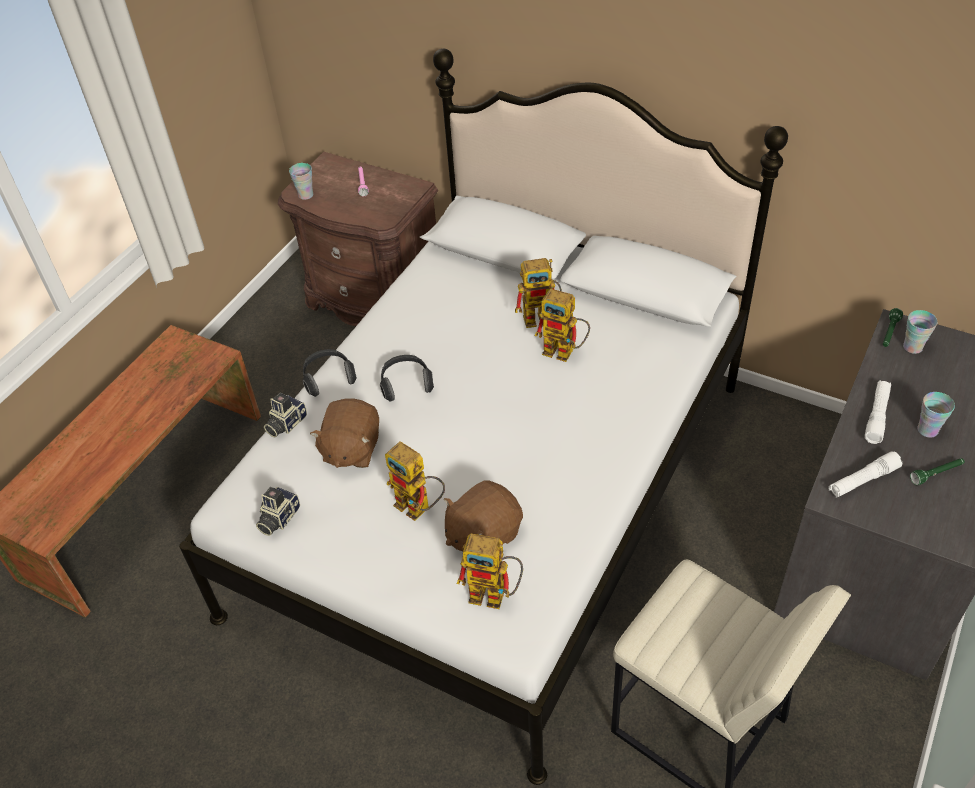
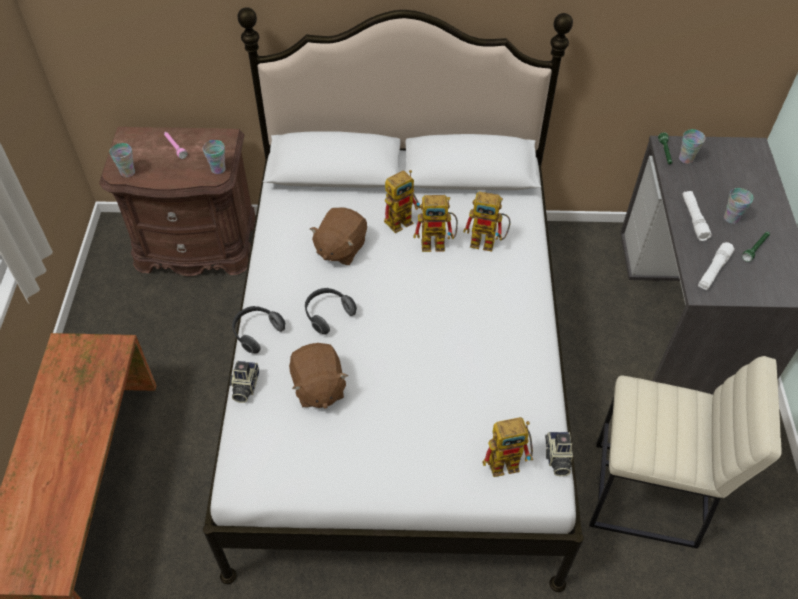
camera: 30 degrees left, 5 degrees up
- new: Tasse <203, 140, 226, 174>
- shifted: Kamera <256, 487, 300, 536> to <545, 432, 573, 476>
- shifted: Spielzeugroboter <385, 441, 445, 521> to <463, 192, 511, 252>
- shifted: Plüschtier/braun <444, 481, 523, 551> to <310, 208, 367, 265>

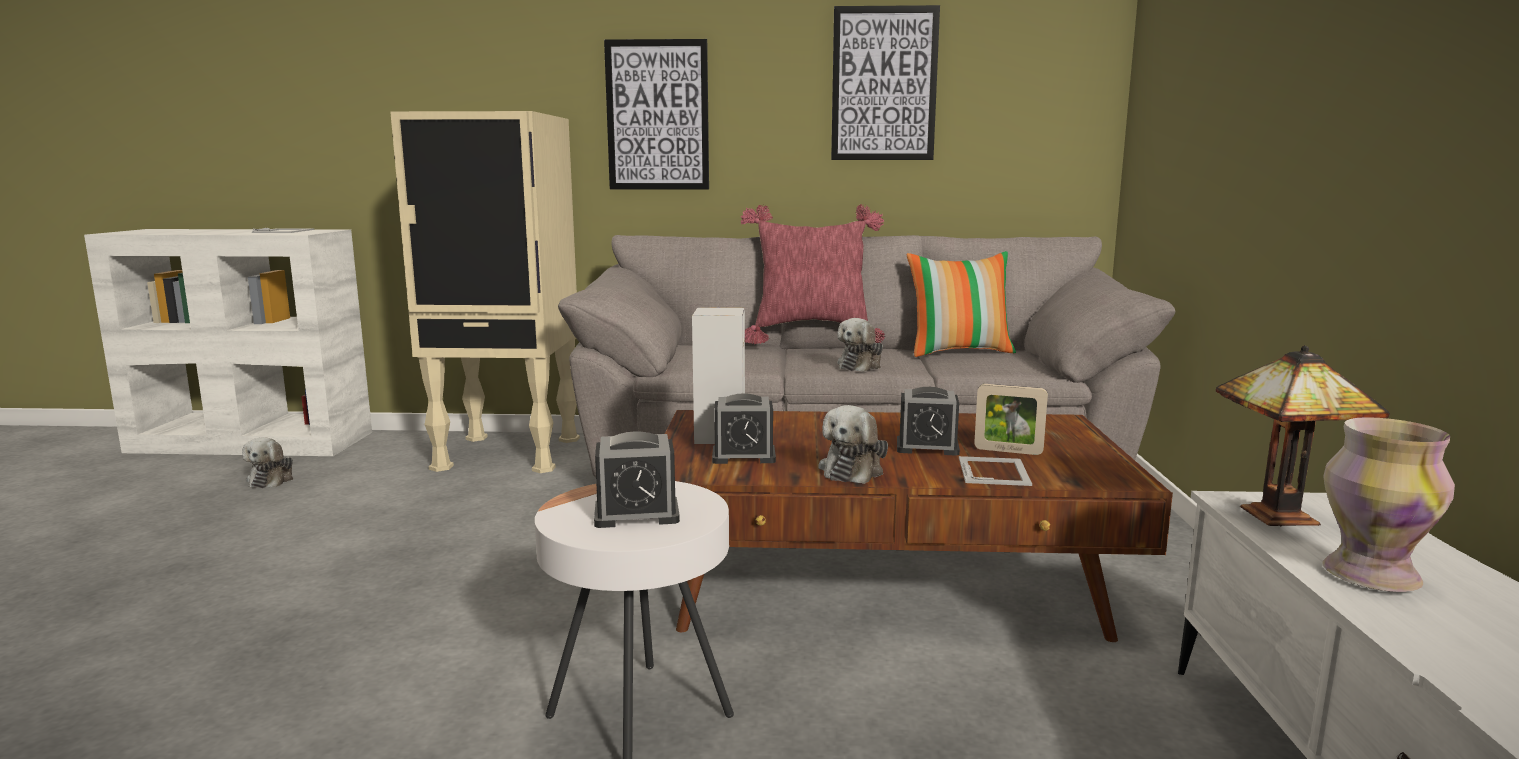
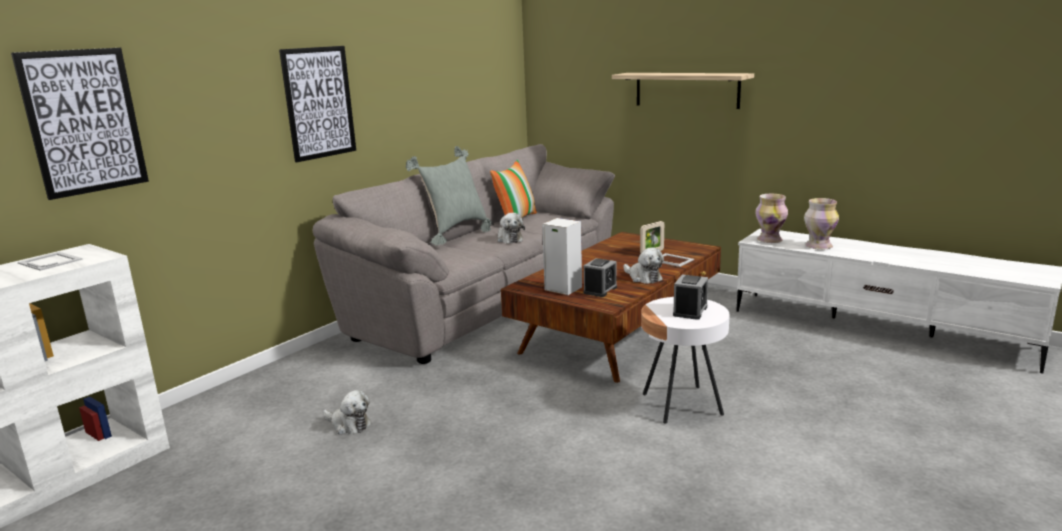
camera: 55 degrees left, 5 degrees up
- gone: Schrank/beige <390, 111, 580, 473>
- gone: Wecker <897, 387, 960, 456>
- new: Wandregal <612, 73, 754, 109>
- shifted: Plüschtier <242, 437, 293, 488> to <323, 390, 372, 434>
- shifted: Bild <831, 5, 940, 160> to <11, 48, 149, 200>
- swapped: Tischlampe <1216, 345, 1390, 527> to Vase <755, 194, 788, 243>
- repainted: Kissen/rot <741, 204, 886, 344> to Kissen/grau <406, 146, 492, 246>

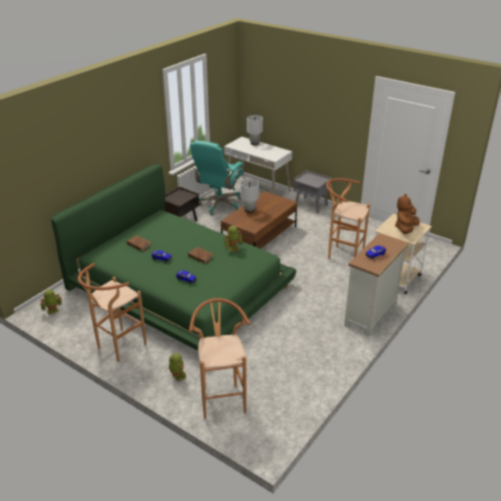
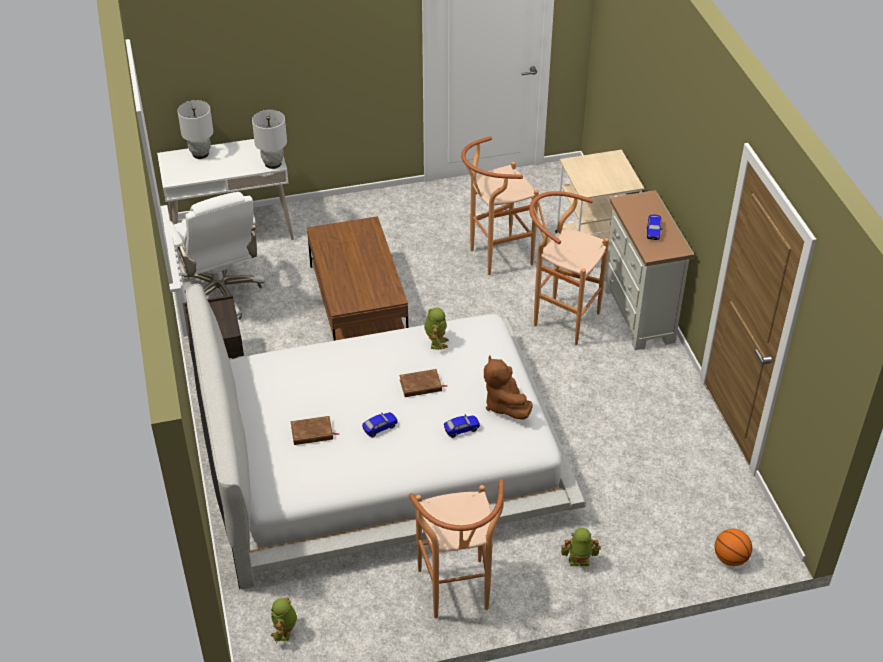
camera: 50 degrees left, 10 degrees up
- gone: Nachttisch/grau <293, 170, 332, 213>
- new: Basketball <715, 529, 752, 566>
- shifted: Hocker/braun <189, 298, 251, 419> to <529, 191, 609, 345>
- shifted: Tischlampe/weiß <240, 179, 259, 213> to <252, 110, 287, 169>
- shifted: Plüschtier/braun <395, 194, 420, 234> to <484, 355, 533, 420>
- repainted: Bett/grün <51, 164, 296, 350> to Bett/weiß <186, 284, 586, 589>
- repainted: Bürostuhl/türkis <190, 140, 243, 216> to Bürostuhl/weiß <166, 192, 266, 320>

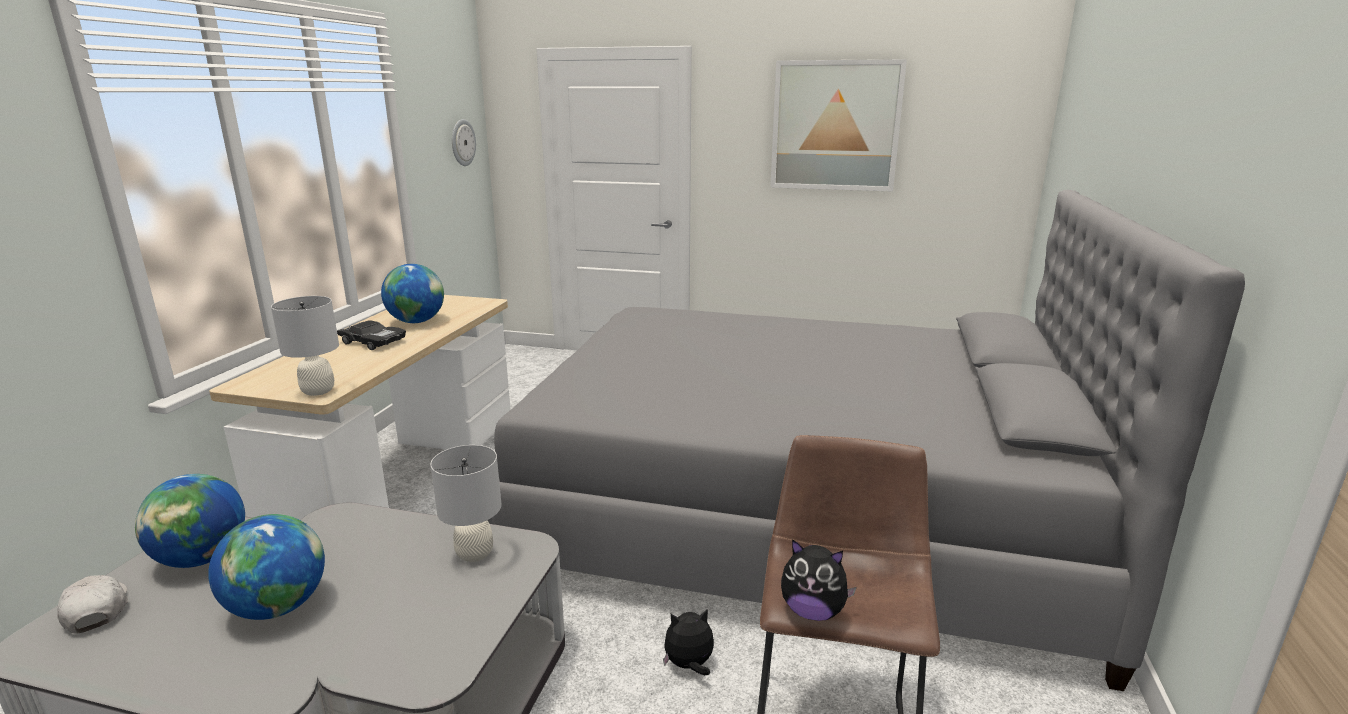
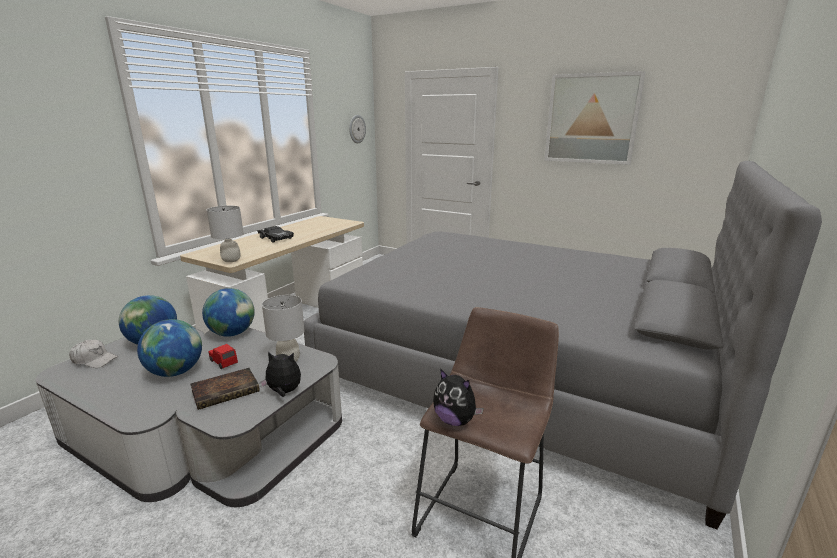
camera: 15 degrees right, 0 degrees up
- new: Buch <191, 368, 260, 410>
- new: Spielzeugauto/rot <209, 344, 238, 369>
- shifted: Globus <381, 264, 444, 323> to <202, 288, 255, 337>
- shifted: Plüschtier <663, 608, 714, 675> to <260, 352, 301, 397>
- rotated: Kappe/weiß <57, 575, 128, 634> = <69, 340, 118, 368> 120 degrees clockwise

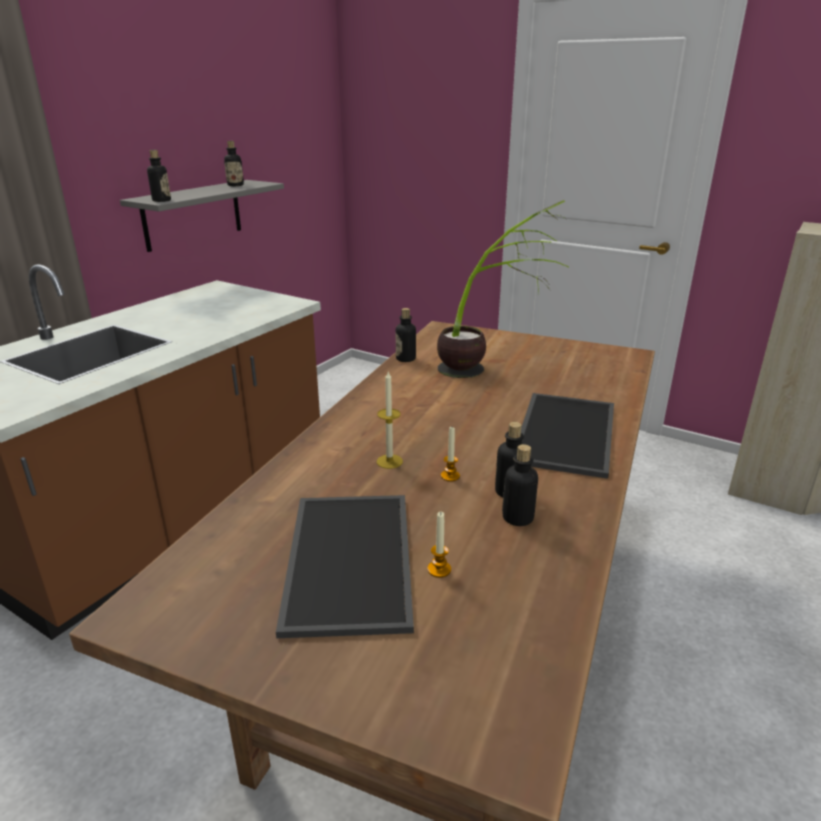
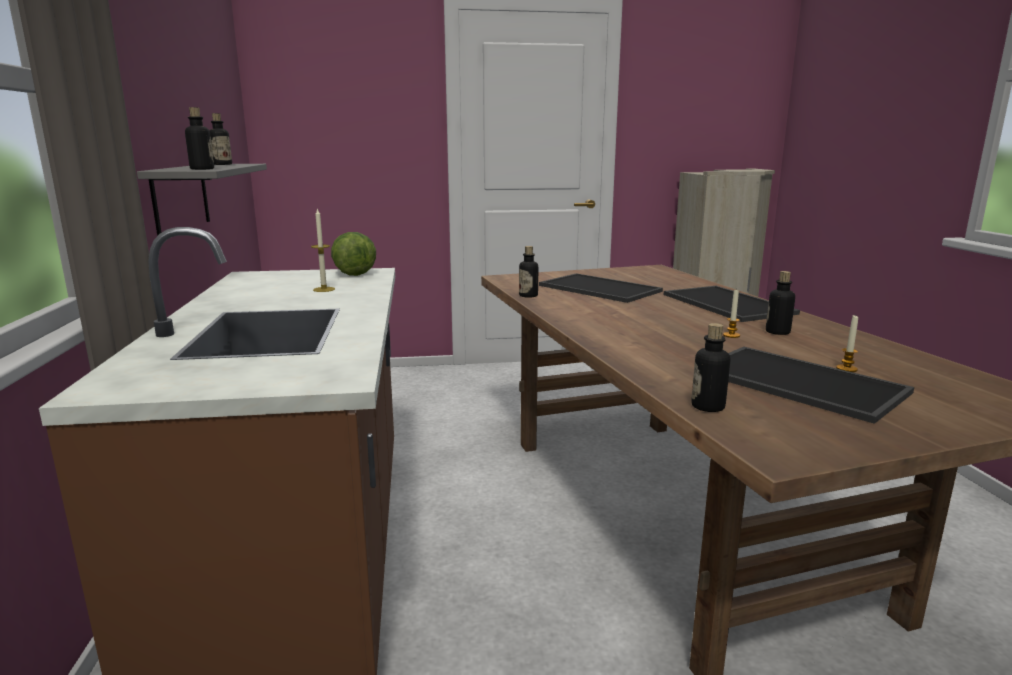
camera: 40 degrees left, 10 degrees down
- new: Salatkopf <331, 232, 376, 276>
- shifted: Kerze <377, 372, 403, 469> to <311, 208, 335, 292>
- shifted: Flasche <502, 444, 538, 526> to <691, 323, 730, 412>
- swapped: Topfpflanze <437, 200, 569, 378> to Tablett <539, 273, 663, 303>

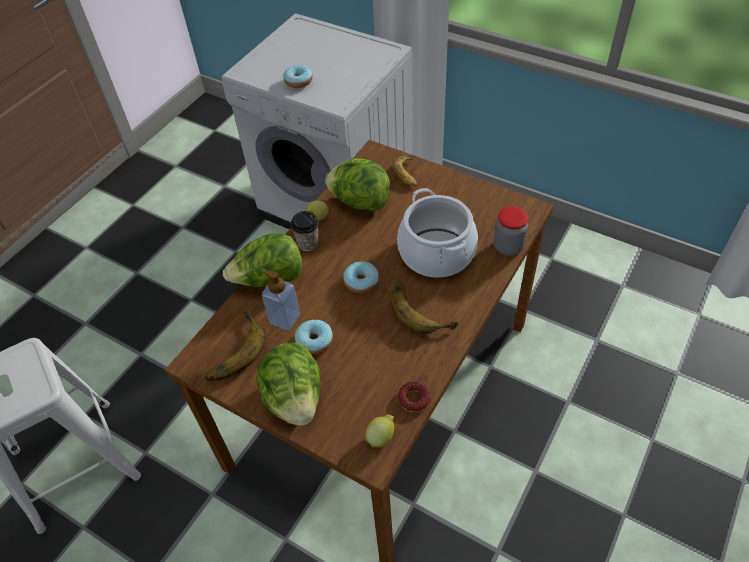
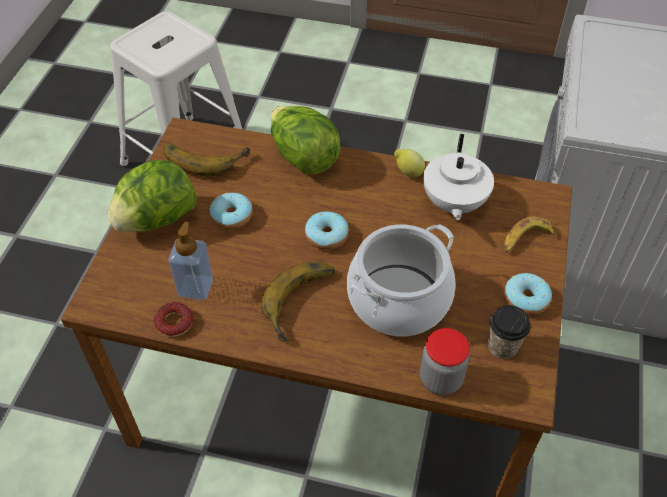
camera: 70 degrees right, 0 degrees up
- gone: Zitrone <365, 414, 394, 448>
- shifted: Seifenspender <262, 270, 300, 330> to <168, 222, 213, 300>
- shifted: Donut <283, 65, 313, 88> to <504, 273, 552, 315>
- shifted: Tasse <291, 211, 319, 251> to <488, 305, 531, 359>
- swapped: Salatkopf <325, 158, 390, 211> to Teekanne/weiß <423, 134, 494, 220>

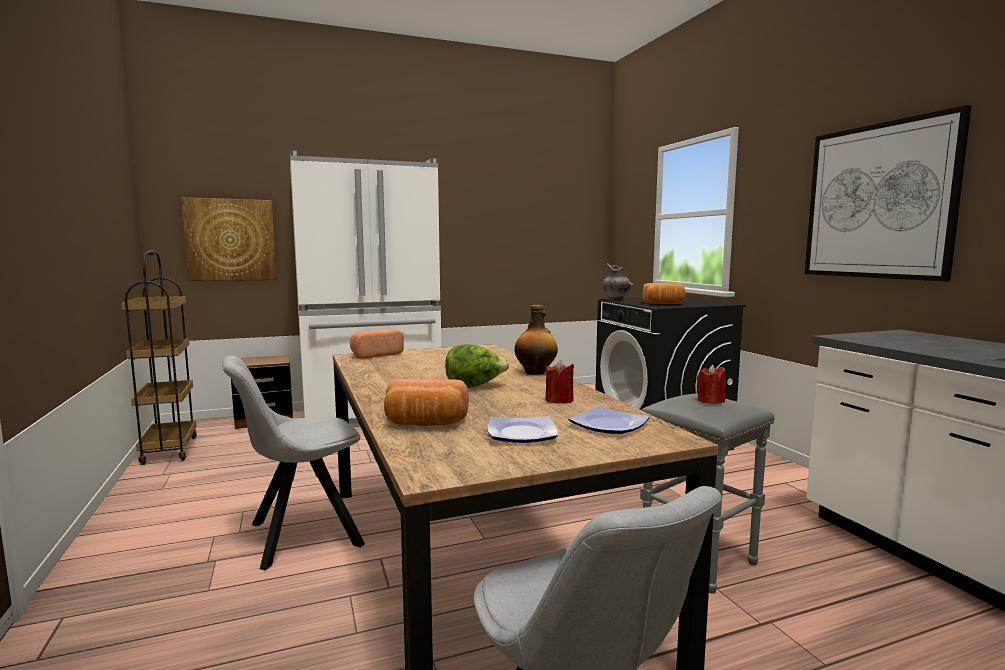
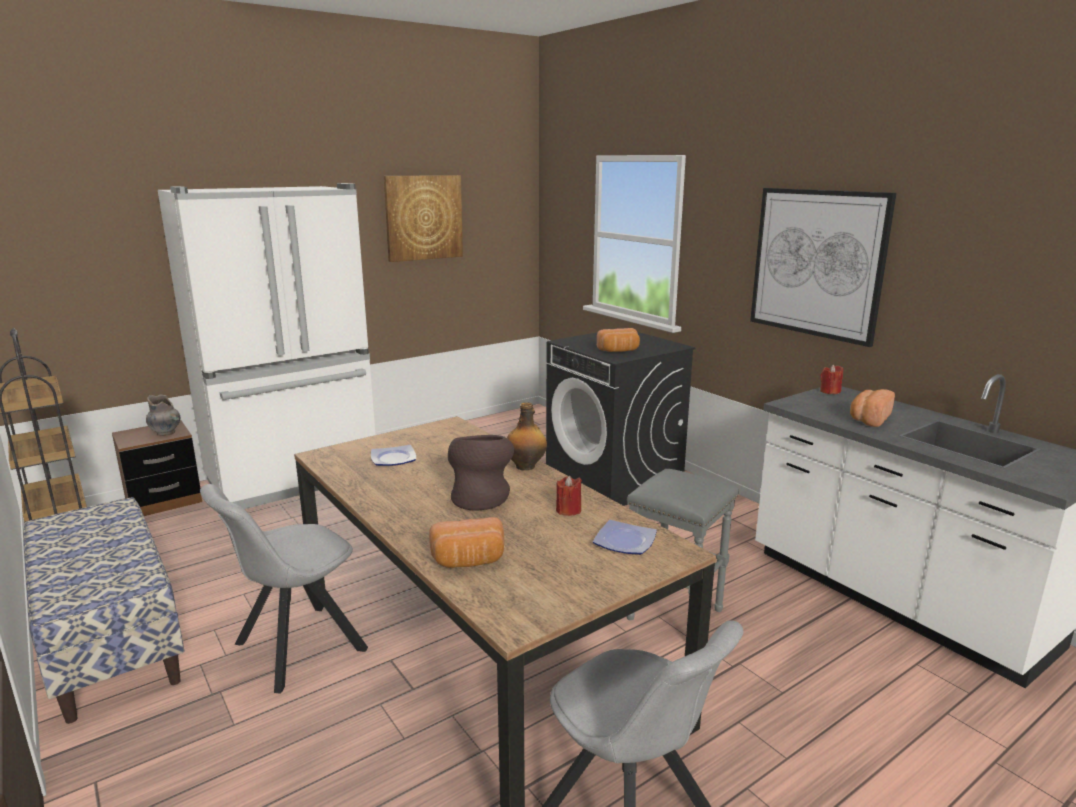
camera: 15 degrees left, 10 degrees up
- new: Bank <23, 497, 184, 724>
- shifted: Bild <181, 197, 276, 281> to <384, 175, 463, 262>
- shifted: Brot <350, 329, 404, 359> to <850, 389, 895, 427>
- shifted: Teller <488, 416, 558, 443> to <371, 445, 416, 466>
- shifted: Vase/grau <602, 263, 633, 300> to <146, 394, 181, 436>
- shifted: Kerze/rot <697, 365, 726, 404> to <820, 365, 843, 394>
- swapped: Salatkopf <445, 344, 509, 388> to Vase/braun <448, 435, 514, 511>

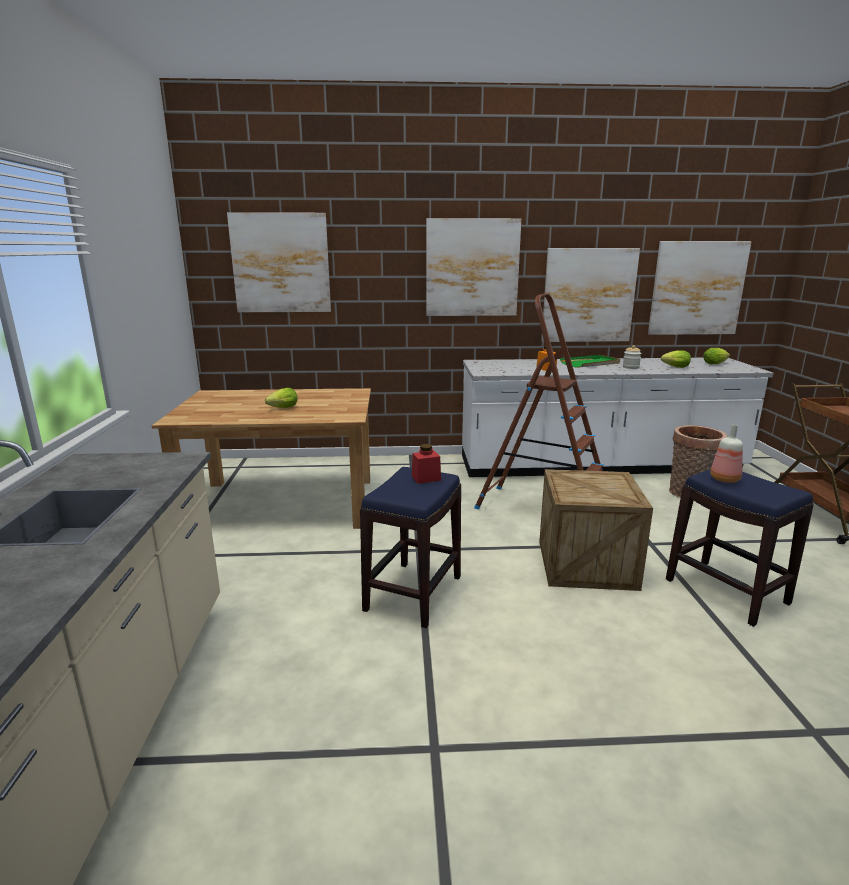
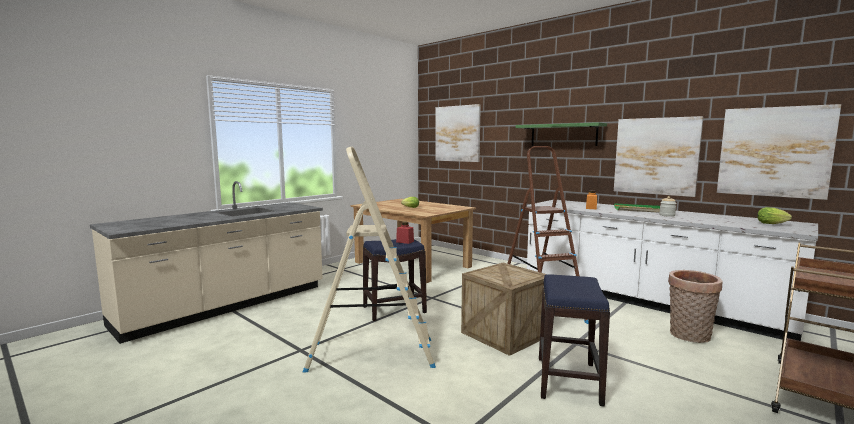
camera: 45 degrees right, 10 degrees down
- gone: Salatkopf <661, 350, 691, 368>
- gone: Flasche <710, 424, 743, 483>
- new: Trittleiter/beige <303, 147, 436, 373>
- swapped: Bild <426, 218, 521, 316> to Wandregal/grün <516, 122, 607, 146>

